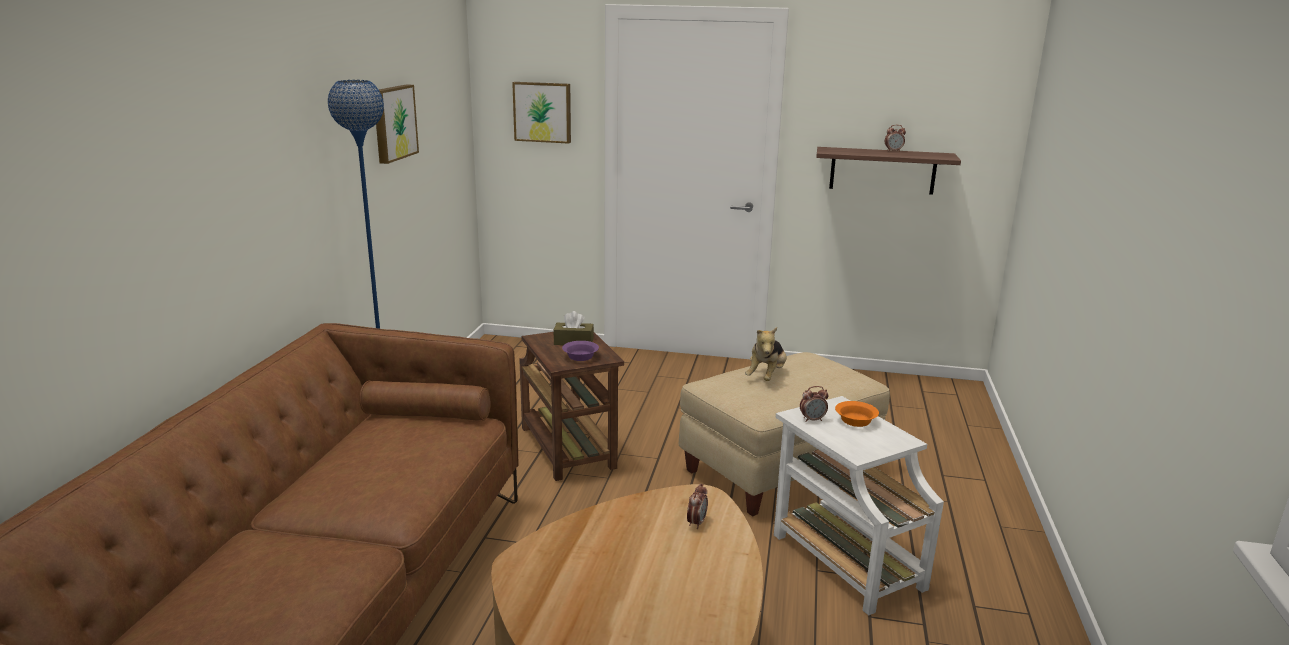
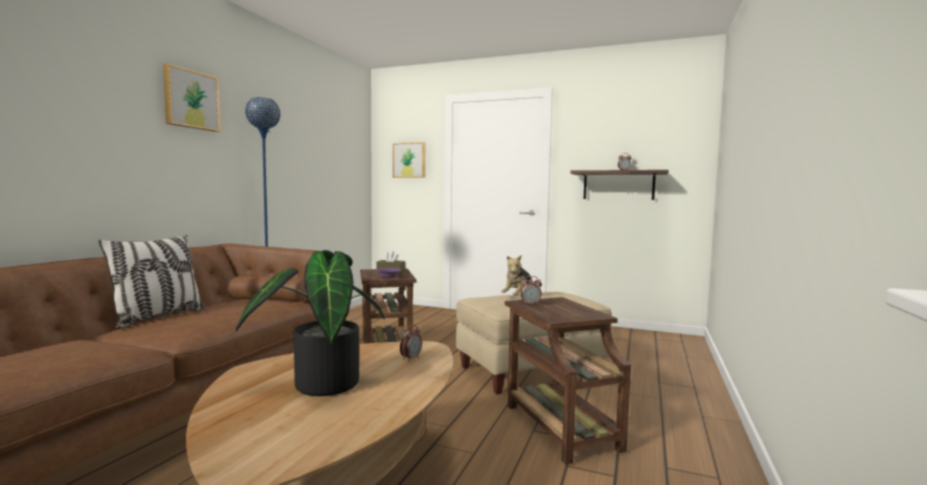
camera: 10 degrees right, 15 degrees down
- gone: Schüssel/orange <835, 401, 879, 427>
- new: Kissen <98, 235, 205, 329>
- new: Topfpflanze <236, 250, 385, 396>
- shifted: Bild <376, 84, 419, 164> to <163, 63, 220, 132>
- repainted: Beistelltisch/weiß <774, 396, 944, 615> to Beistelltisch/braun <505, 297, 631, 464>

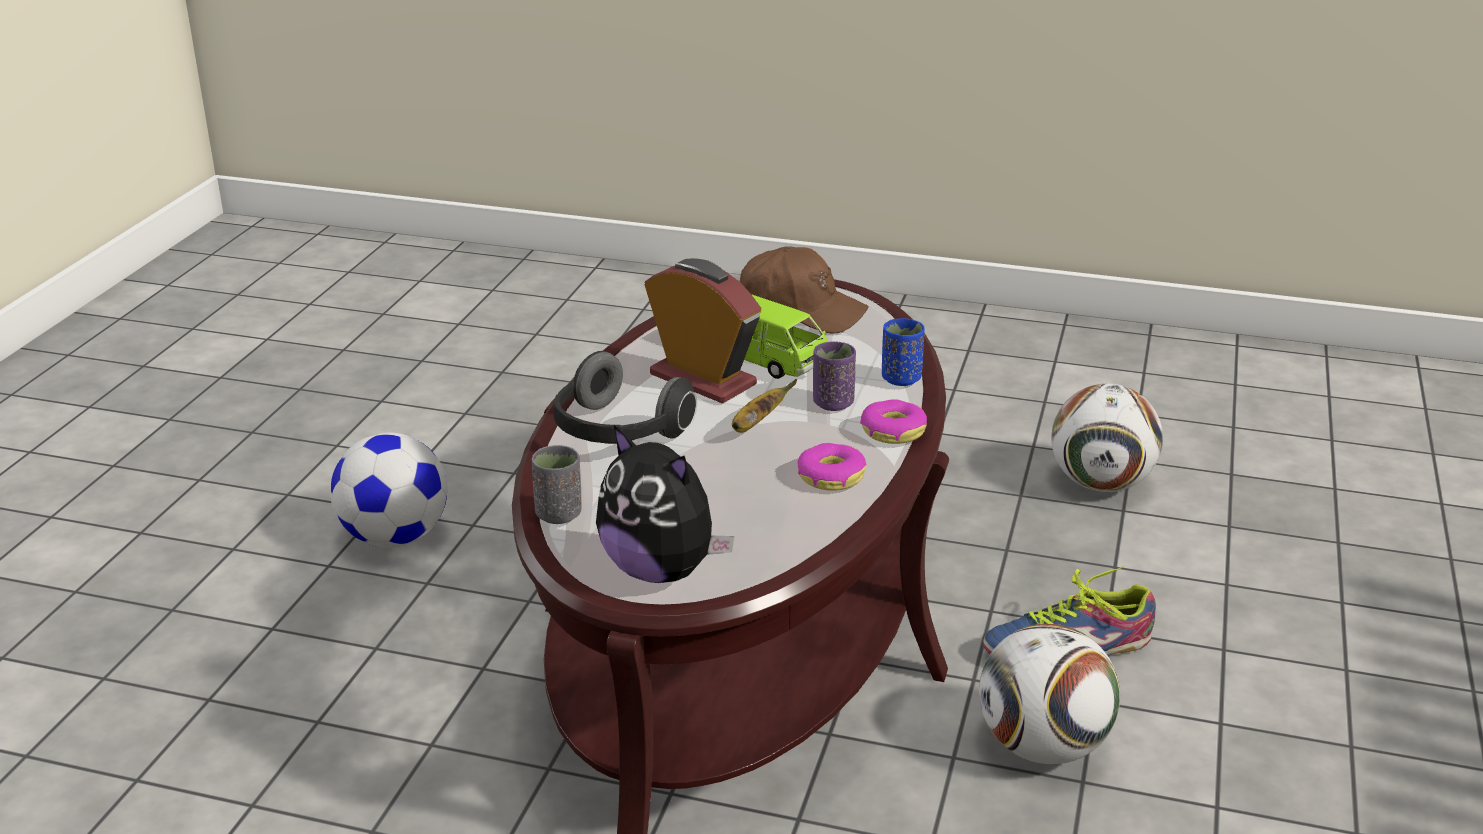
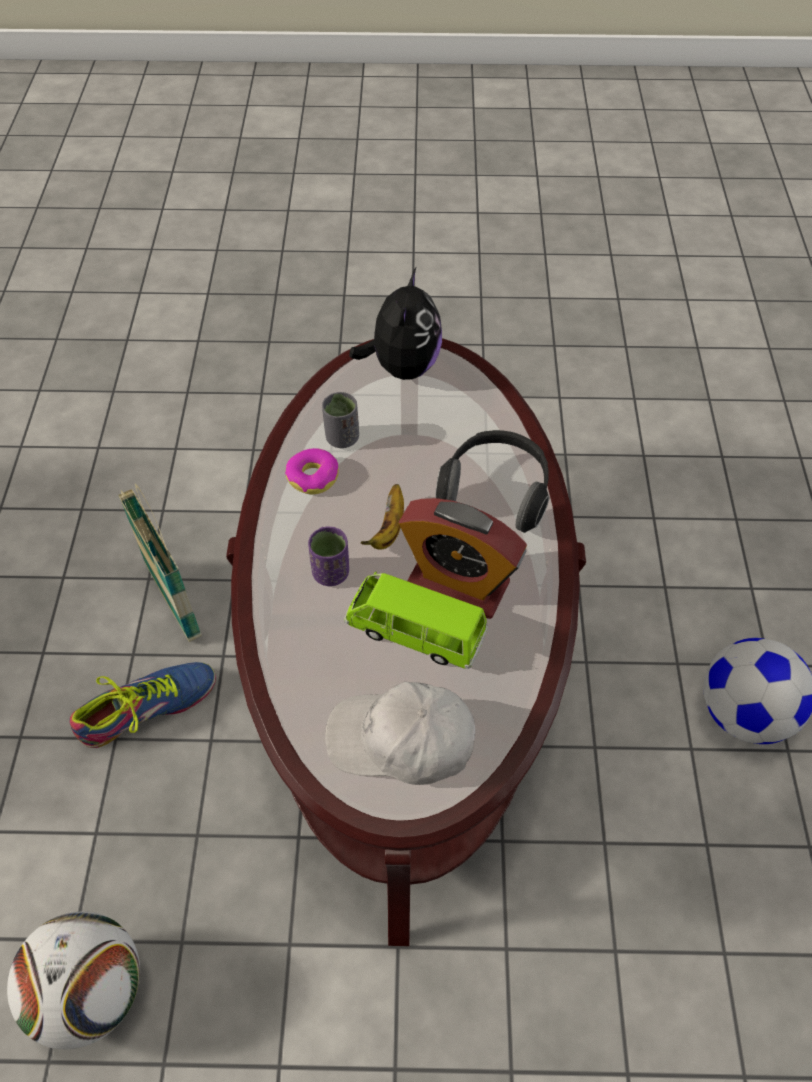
camera: 165 degrees right, 25 degrees up
- gone: Donut <860, 399, 927, 444>
- gone: Tasse/blau <882, 318, 925, 386>
- shifted: Tasse/grau <532, 445, 581, 524> to <322, 392, 359, 448>
- swapped: Fußball <979, 624, 1120, 764> to Korb <118, 484, 202, 642>
- repainted: Kappe/braun <739, 246, 869, 334> to Kappe/weiß <325, 682, 475, 785>
- rotated: Plüschtier <596, 425, 734, 583> = <349, 266, 442, 380> 75 degrees clockwise

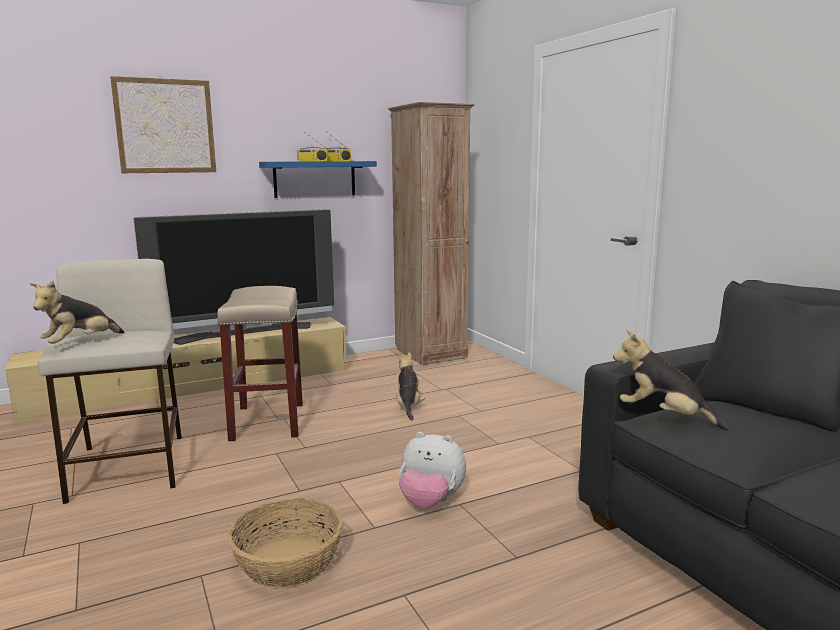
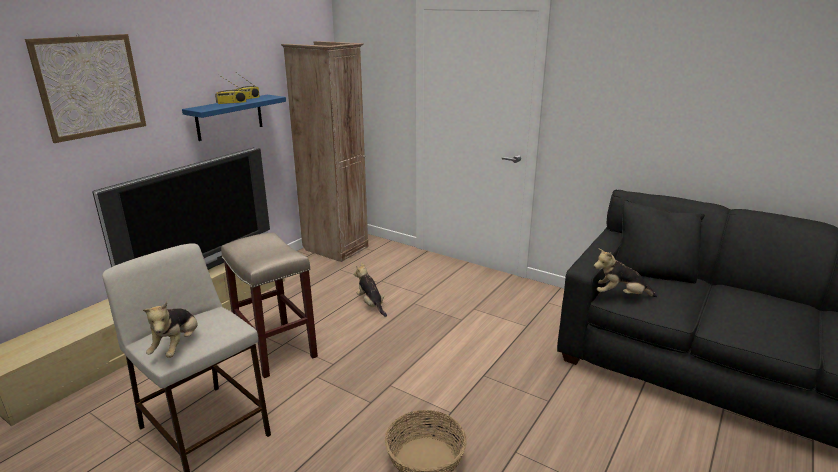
camera: 30 degrees left, 10 degrees up
- gone: Plüschtier <399, 432, 466, 509>

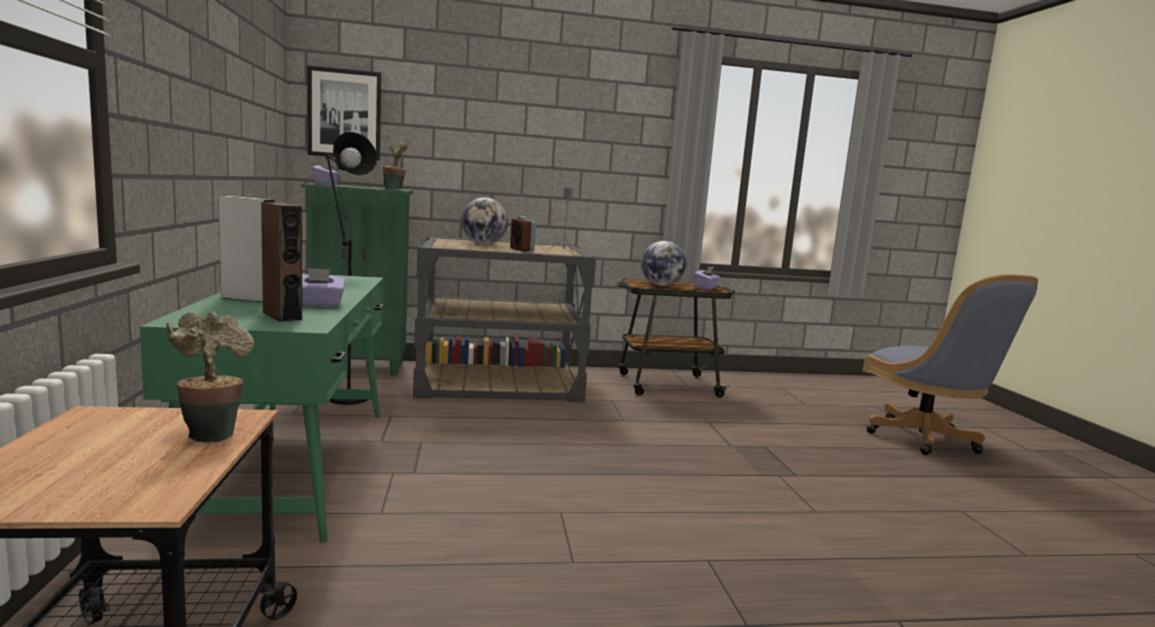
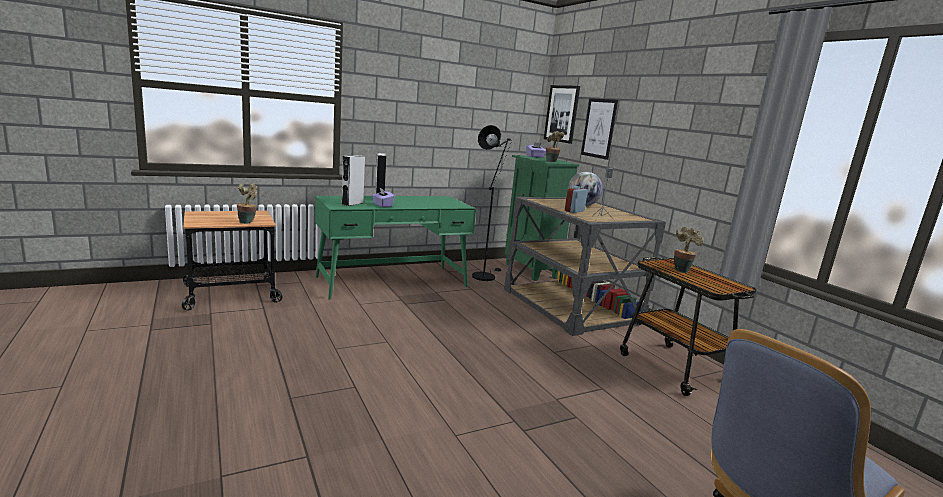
camera: 70 degrees right, 5 degrees up
- gone: Taschentuchbox/lila <694, 266, 720, 290>
- new: Bild <581, 98, 618, 160>
- swapped: Globus <641, 241, 686, 286> to Topfpflanze <674, 227, 704, 273>
- repainted: Lautsprecher/braun <261, 202, 303, 322> to Lautsprecher/grau <341, 155, 365, 206>

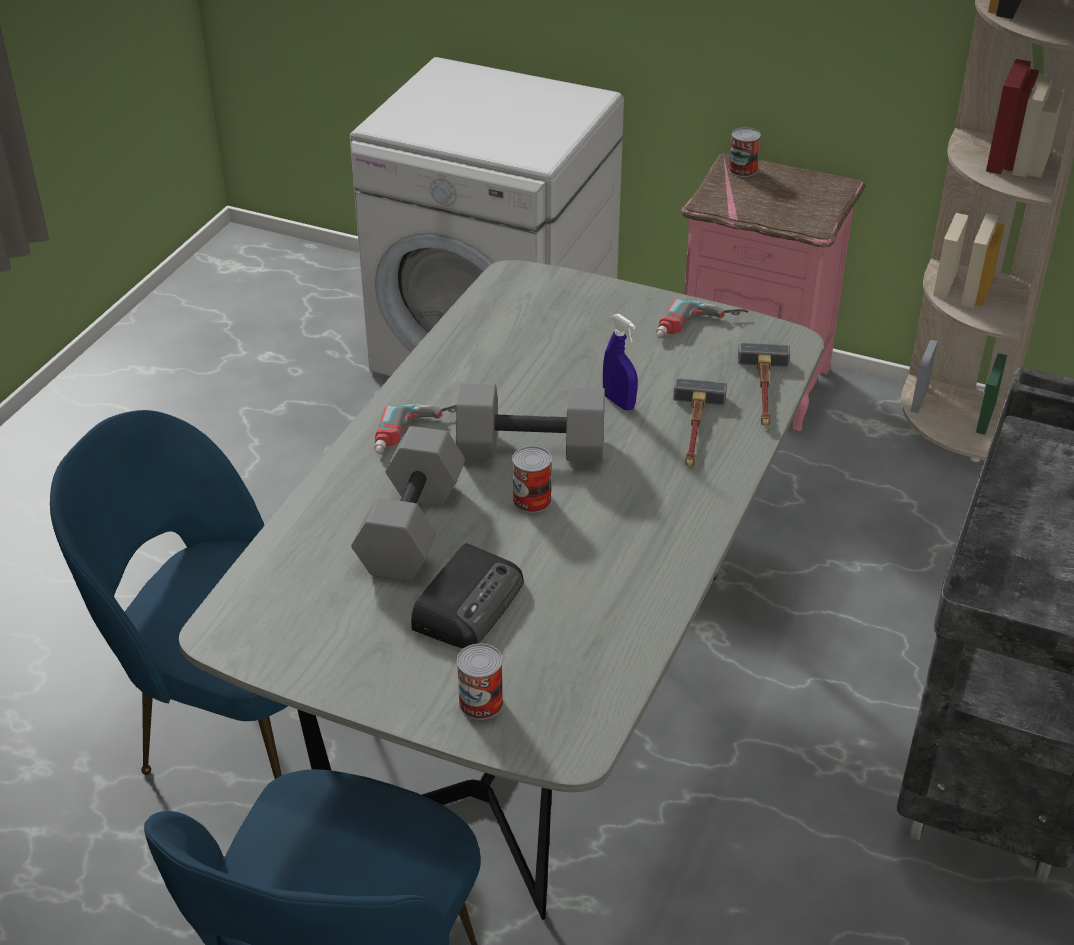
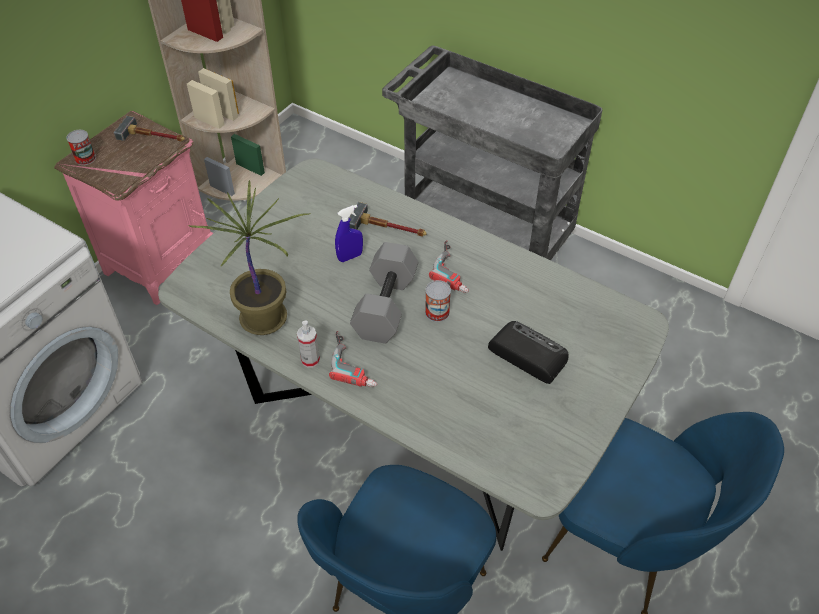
camera: 80 degrees left, 10 degrees up
- gone: Hantel/grau <351, 426, 465, 581>
- gone: Dose <457, 643, 503, 720>
- new: Topfpflanze <189, 180, 311, 335>
- new: Sprühflasche <297, 320, 320, 368>
- shifted: Bohrmaschine <656, 299, 749, 338> to <429, 240, 469, 293>
- shifted: Hammer <738, 343, 790, 426> to <114, 116, 185, 142>

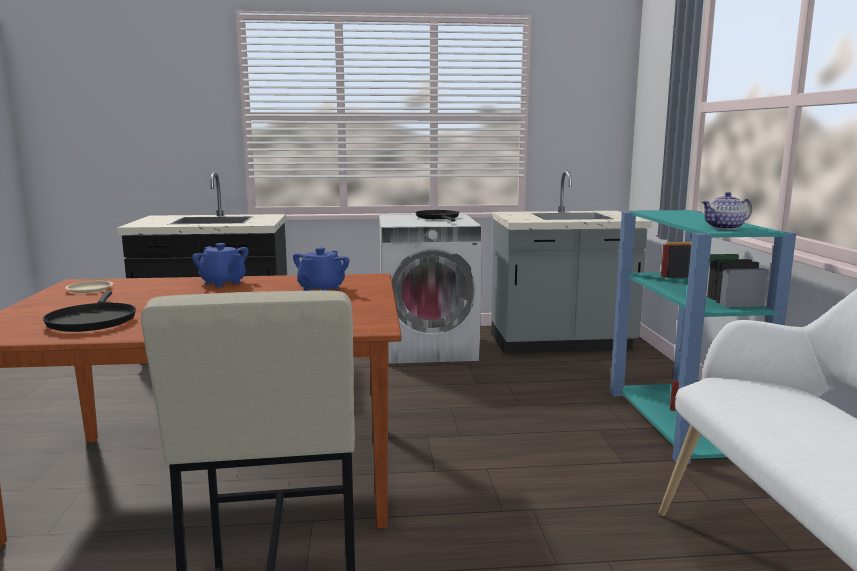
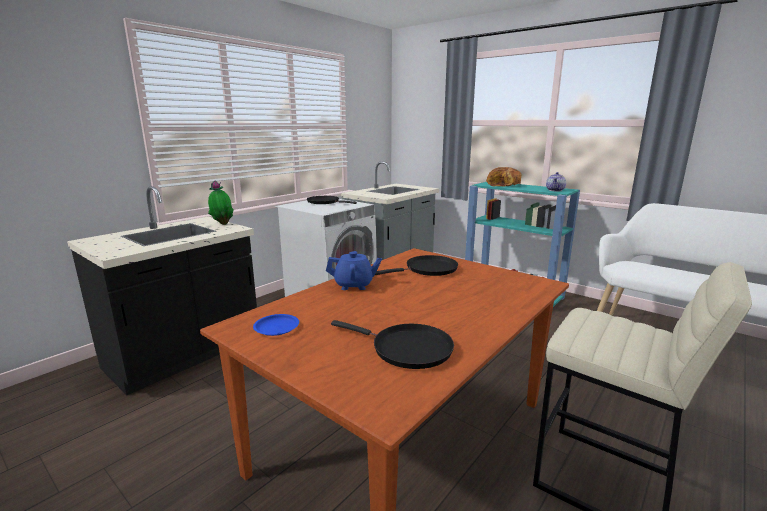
camera: 45 degrees left, 5 degrees up
- new: Topfpflanze <208, 180, 234, 225>
- new: Brot <486, 167, 521, 186>
- swapped: Teekanne/blau <293, 248, 349, 291> to Pfanne/schwarz <375, 255, 458, 276>
- repainted: Teller/beige <65, 281, 113, 293> to Teller/blau <253, 314, 299, 336>

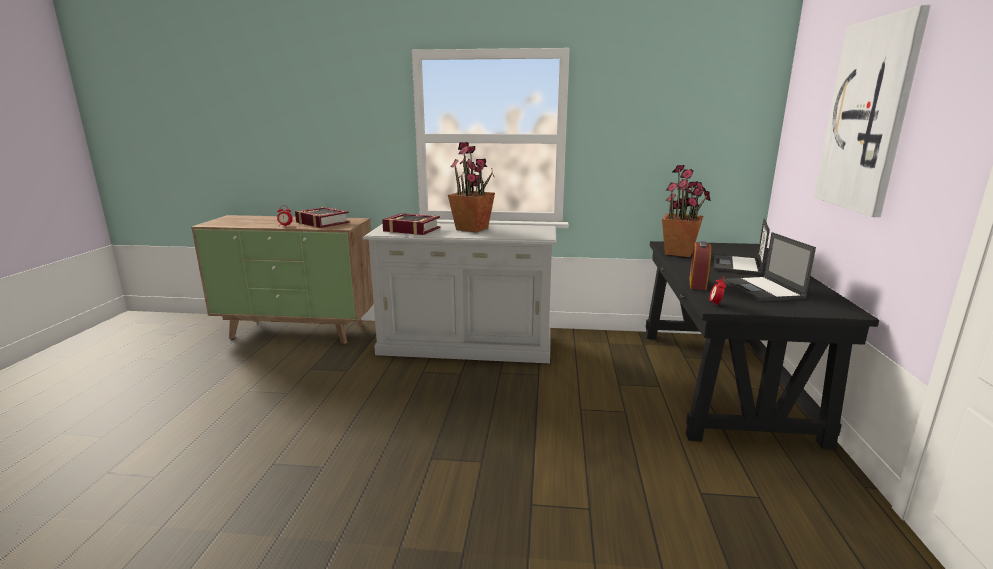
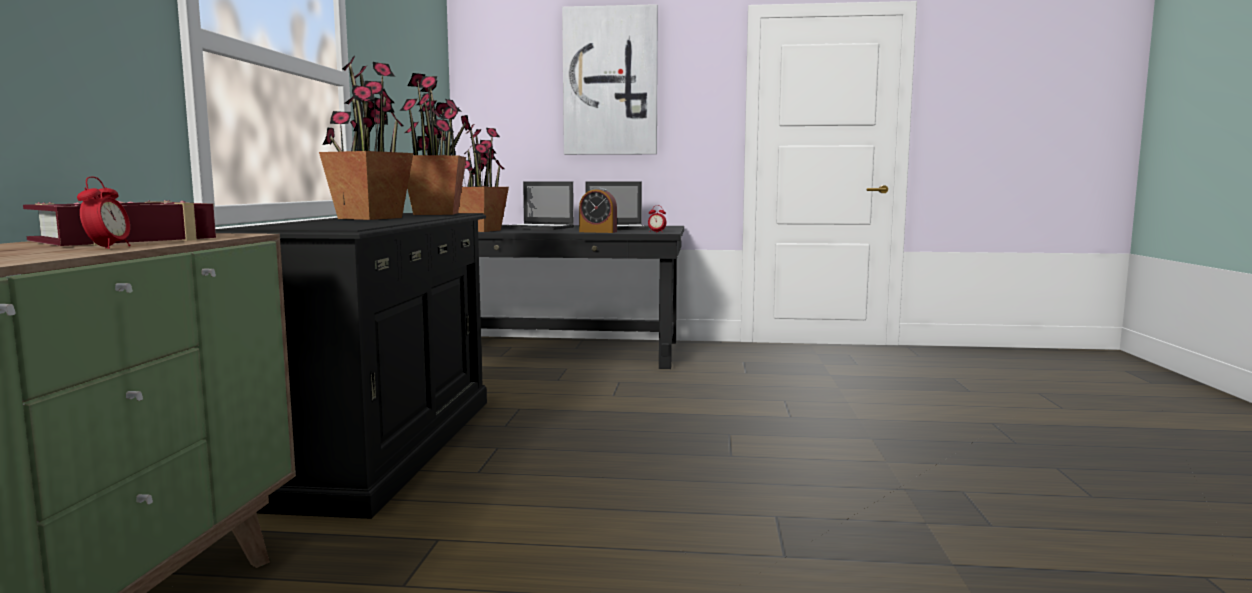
camera: 90 degrees left, 10 degrees down
- gone: Buch <382, 213, 440, 235>
- new: Topfpflanze <400, 73, 472, 215>
- repainted: Kommode/weiß <363, 223, 557, 363> to Kommode/schwarz <215, 213, 487, 519>

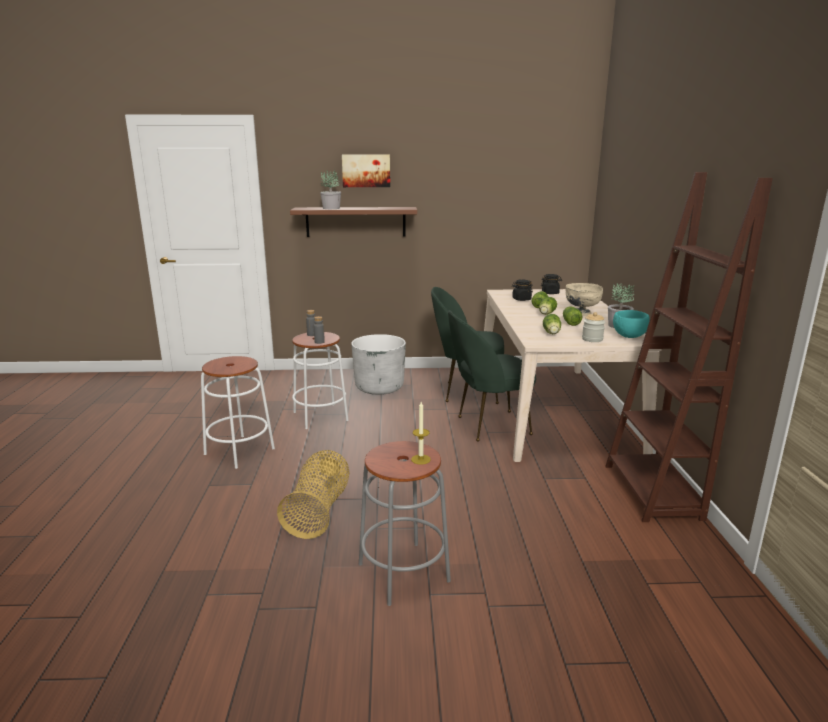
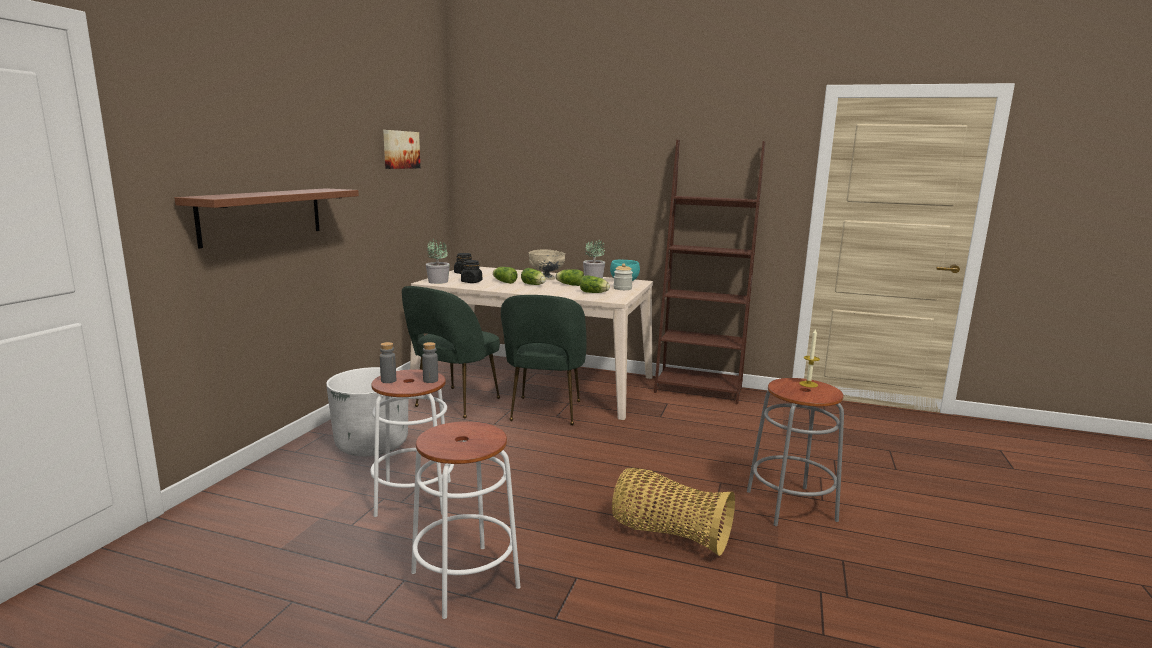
camera: 70 degrees left, 5 degrees down
- shifted: Topfpflanze <320, 169, 341, 209> to <426, 239, 450, 284>
- shifted: Bild <342, 155, 390, 187> to <383, 130, 420, 169>

